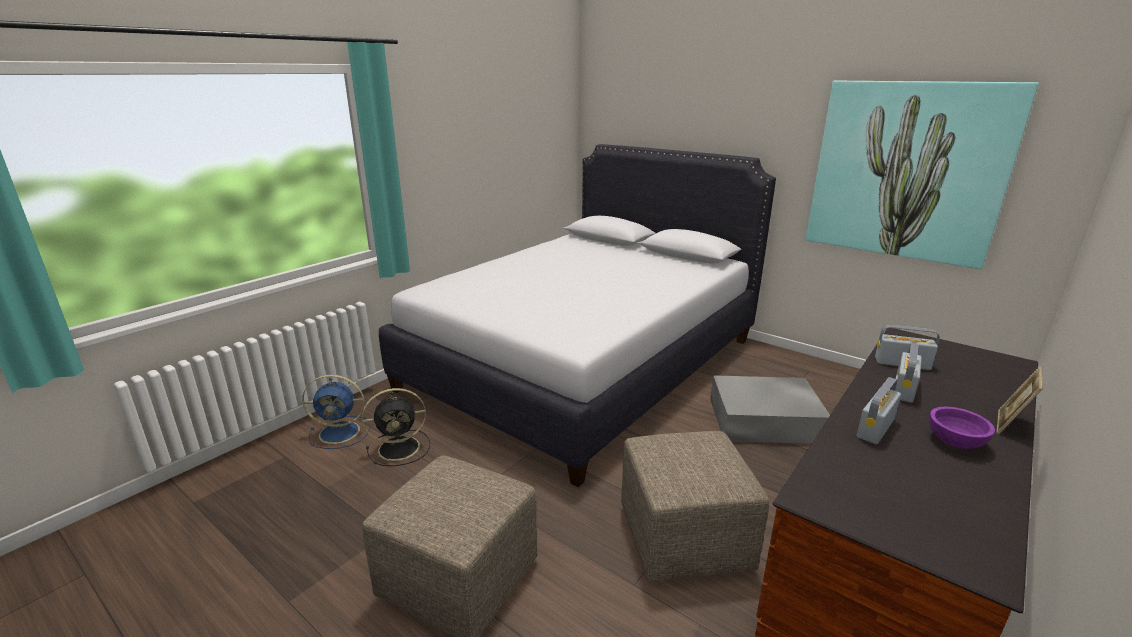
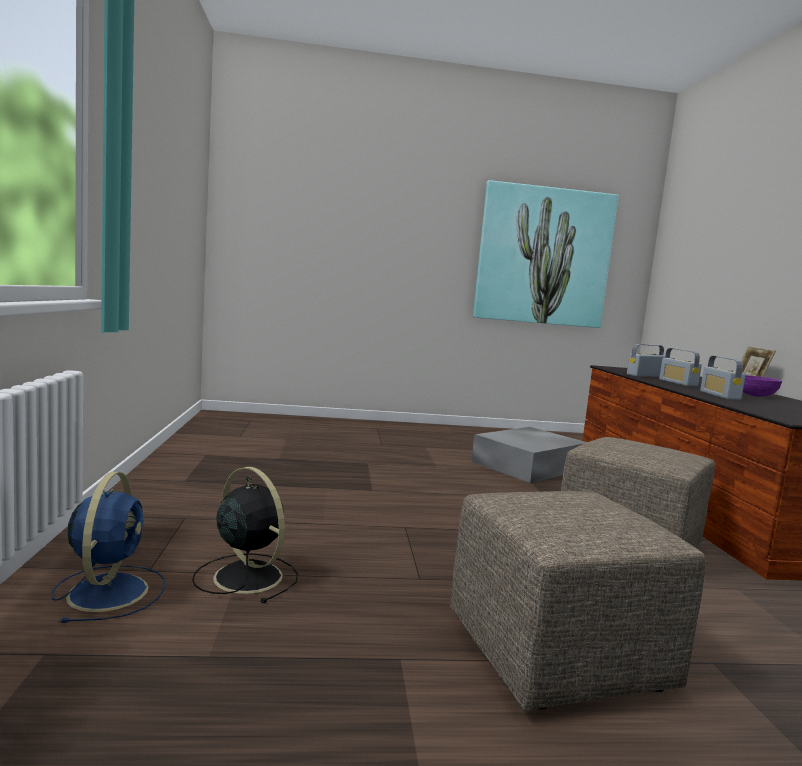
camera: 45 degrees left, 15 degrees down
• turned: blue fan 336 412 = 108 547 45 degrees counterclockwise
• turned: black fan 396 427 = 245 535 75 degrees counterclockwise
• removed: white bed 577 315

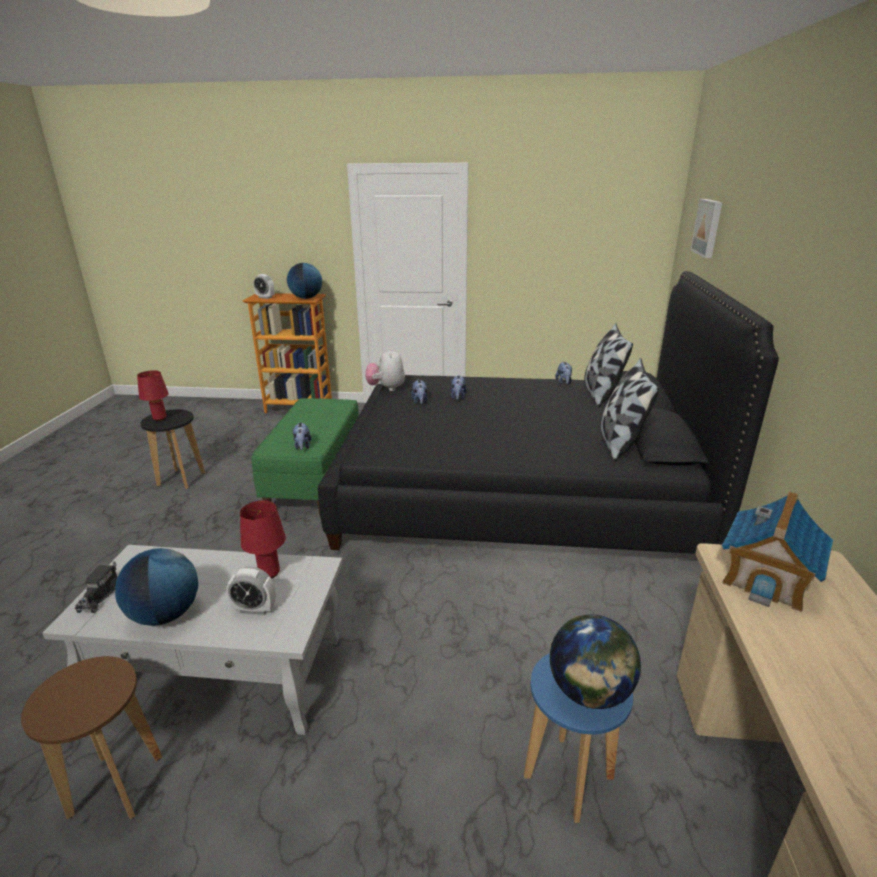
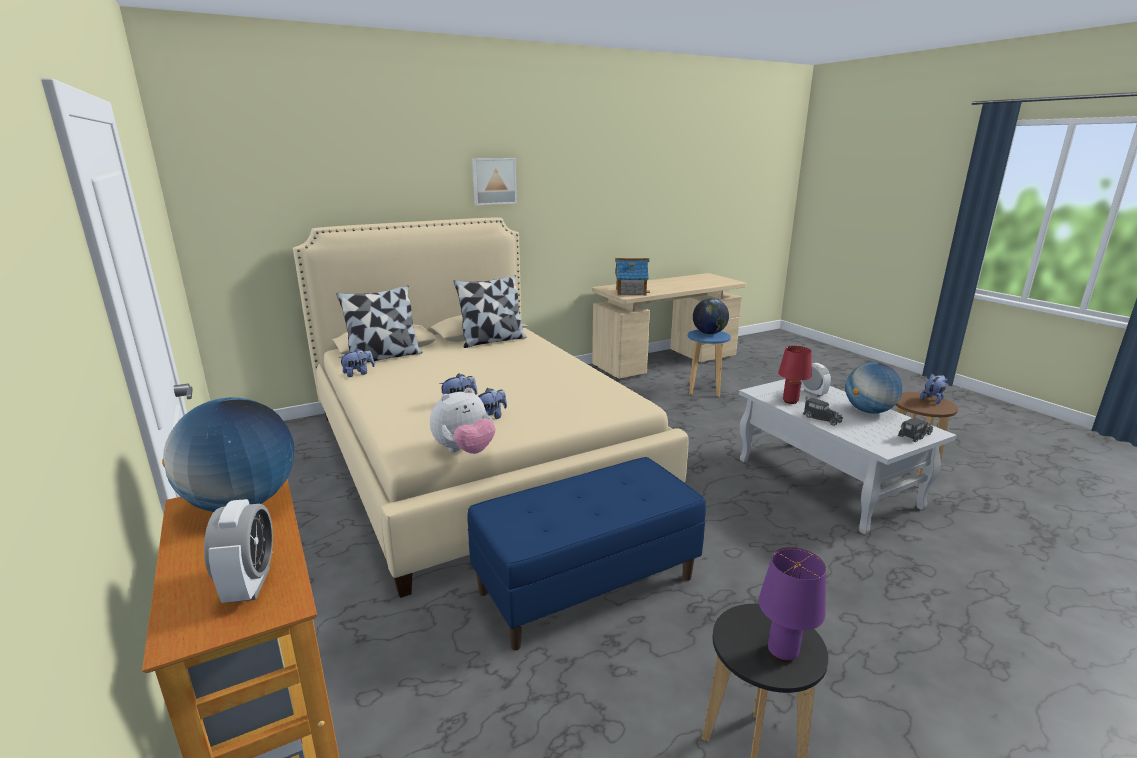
camera: 125 degrees left, 5 degrees down
• recoloured: red table lamp 153 395 to purple table lamp 792 604
• recoloured: green bench 305 458 to blue bench 586 553
• moved: plush toy 302 436 to 934 389
• recoloured: black bed 548 412 to beige bed 491 407
• moved: picture 706 228 to 494 181
• added: toy truck 823 411

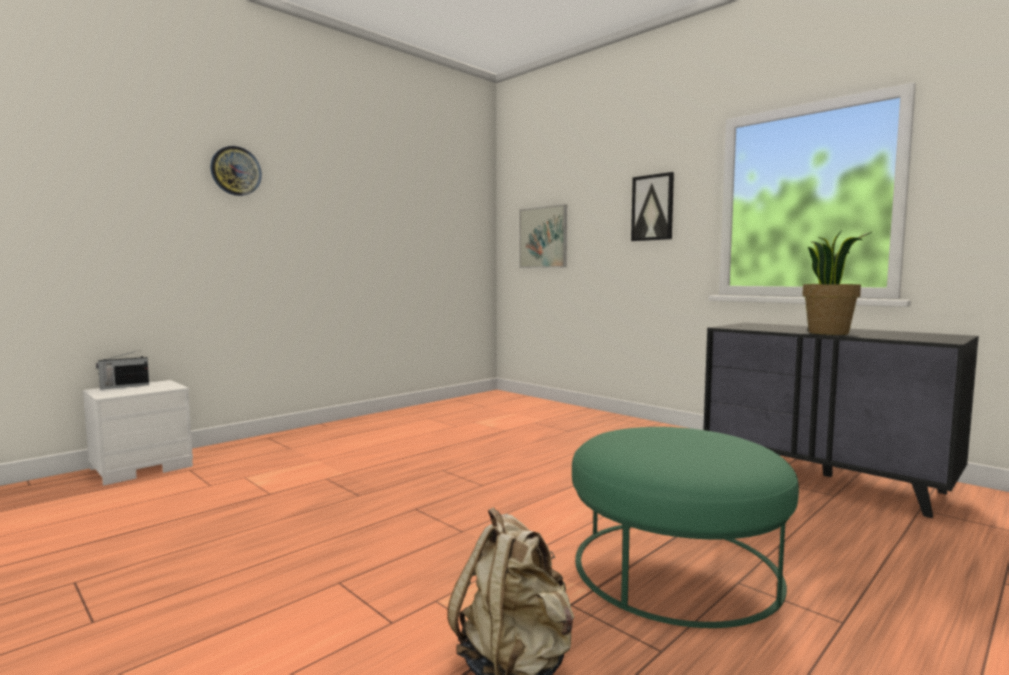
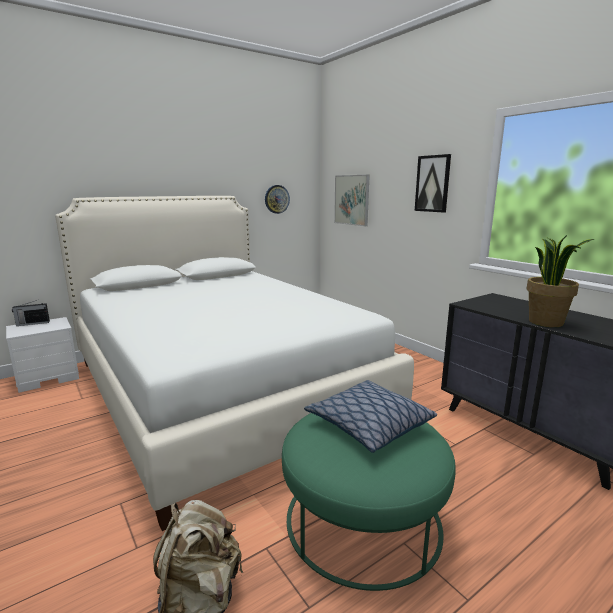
camera: 10 degrees right, 10 degrees up
• moved: wall clock 236 171 to 277 199
• added: white bed 234 363
• added: pillow 370 416

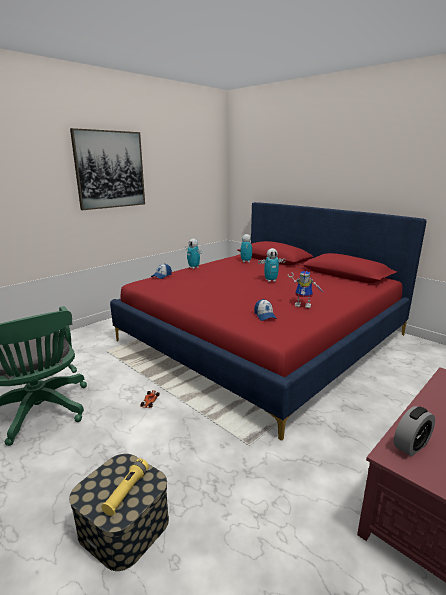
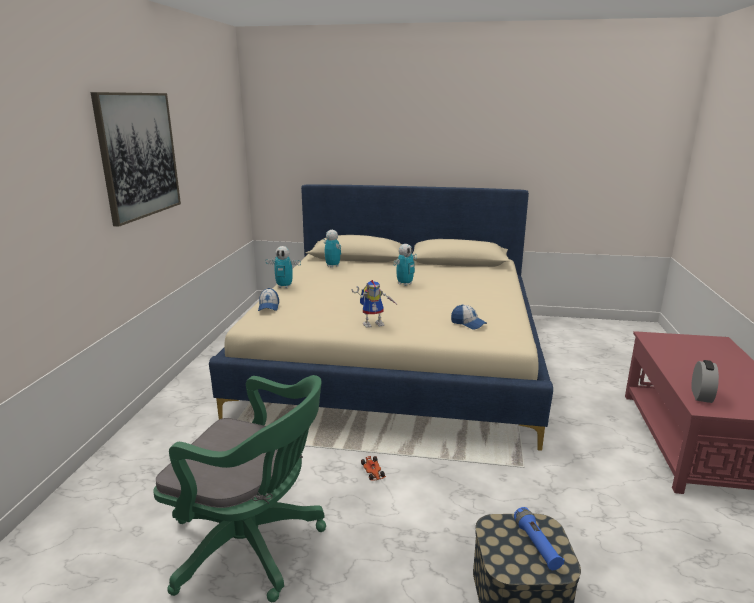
camera: 35 degrees left, 0 degrees up
• recoloured: yellow flashlight 125 487 to blue flashlight 539 538
• recoloured: red bed 268 321 to beige bed 381 317
• moved: toy robot 306 289 to 373 304

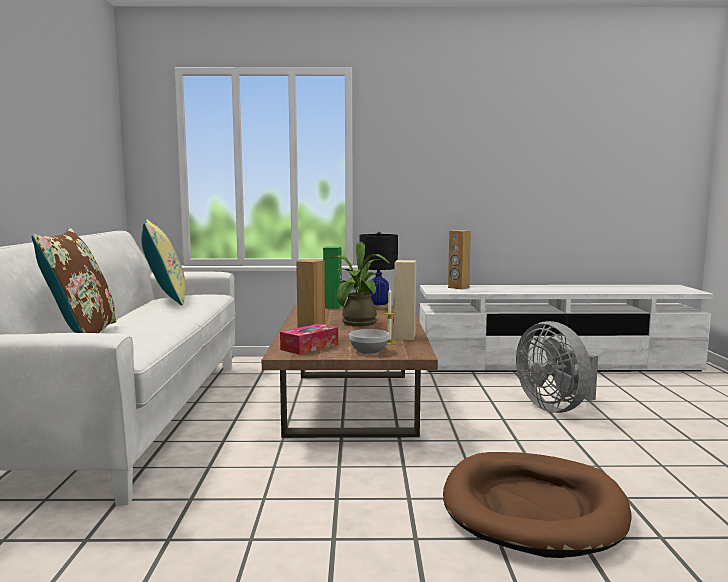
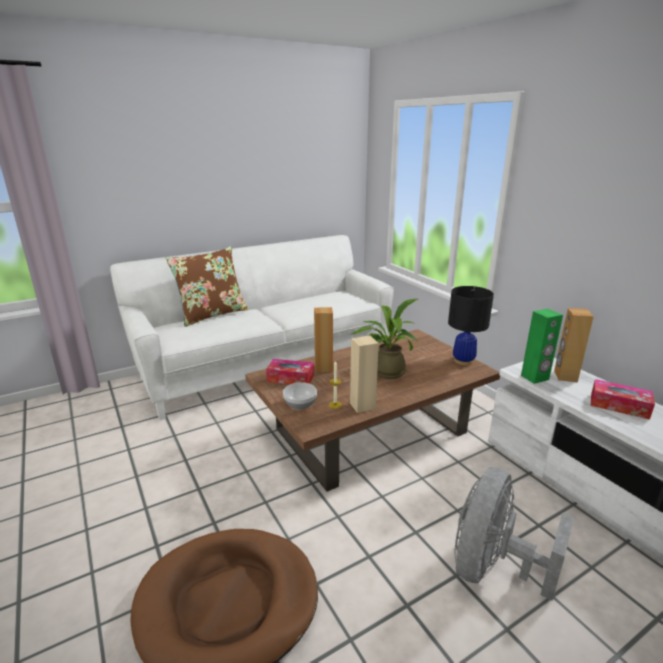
camera: 60 degrees right, 15 degrees up
• removed: yellow pillow 163 262
• moved: green speaker 332 278 to 542 346
• added: tissue box 623 399

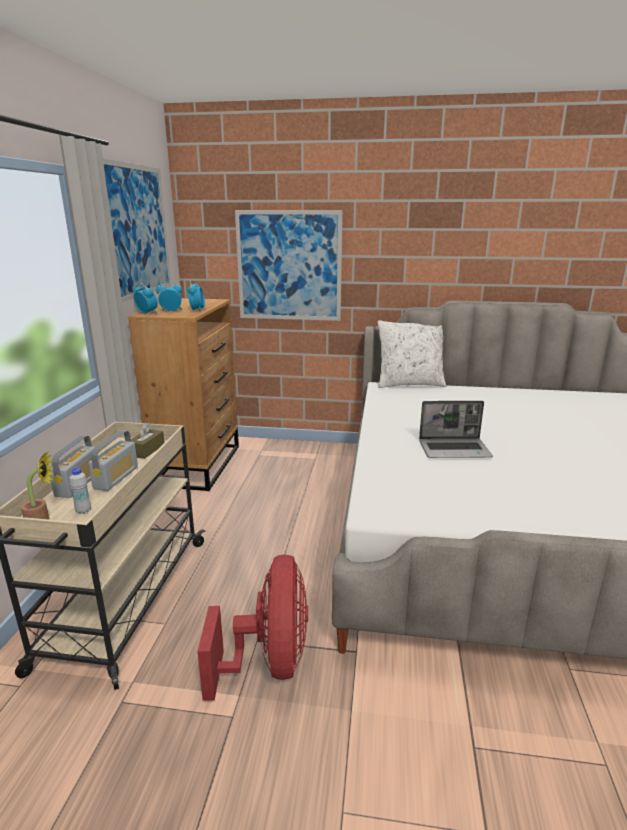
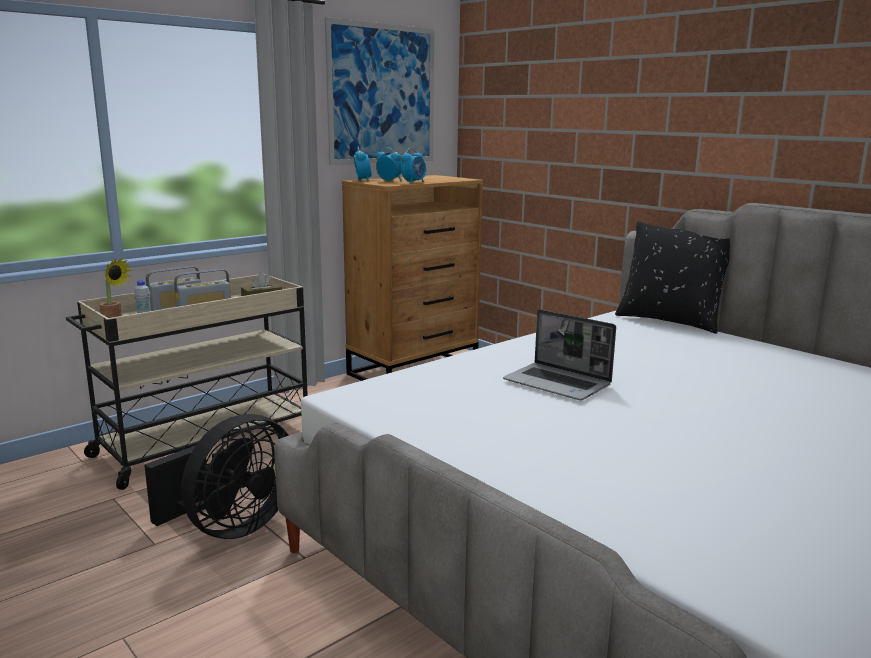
camera: 40 degrees right, 5 degrees down
• recoloured: red fan 252 628 to black fan 216 476
• removed: picture 289 265
• recoloured: white pillow 411 354 to black pillow 672 277

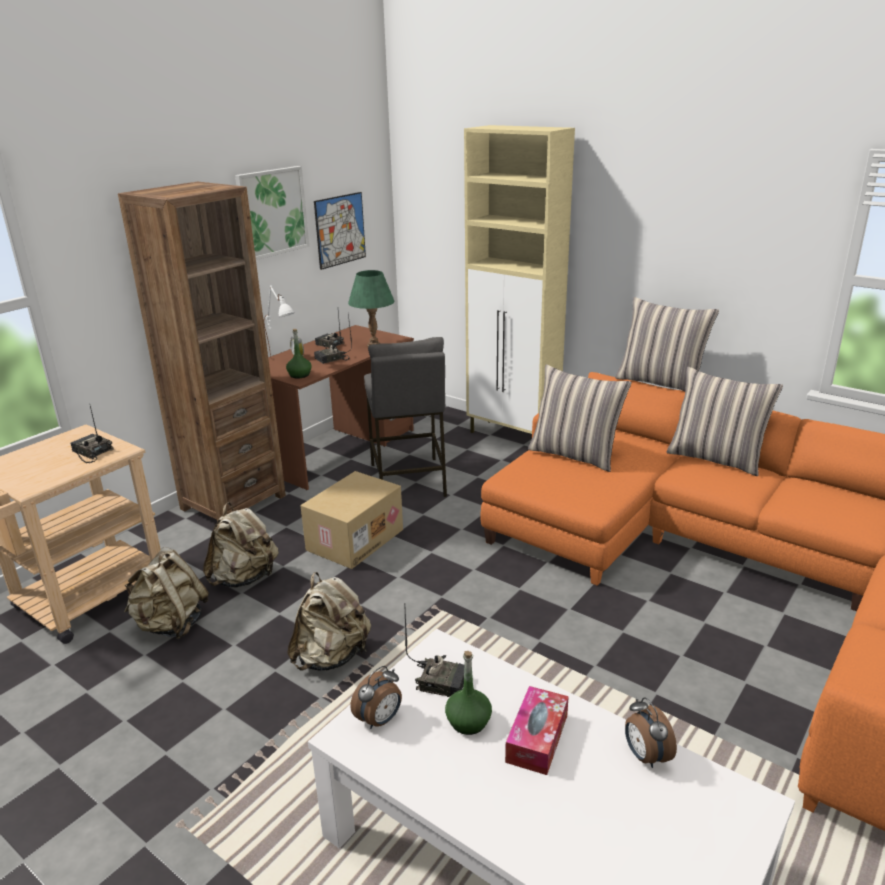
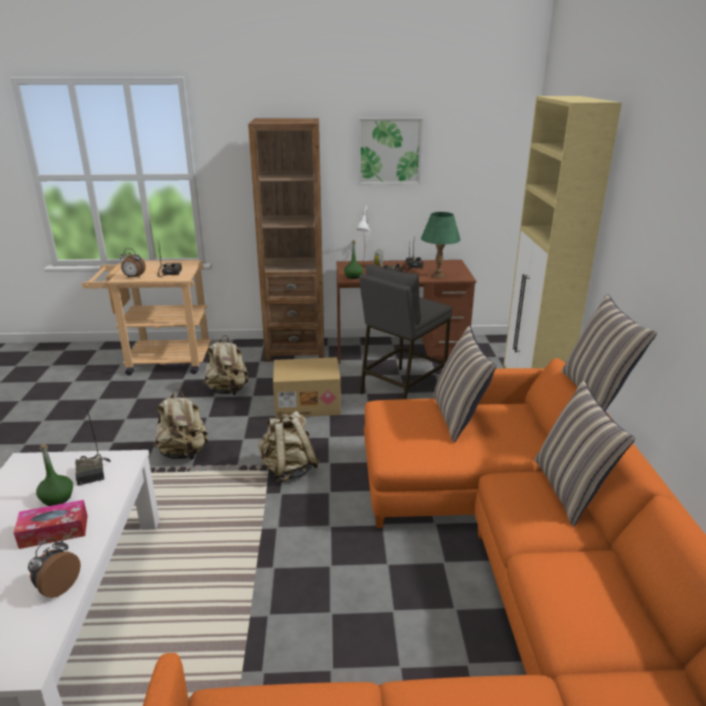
camera: 50 degrees right, 0 degrees up
• moved: beige backpack 166 593 to 288 446
• removed: picture 340 231
• moved: alarm clock 376 697 to 133 263

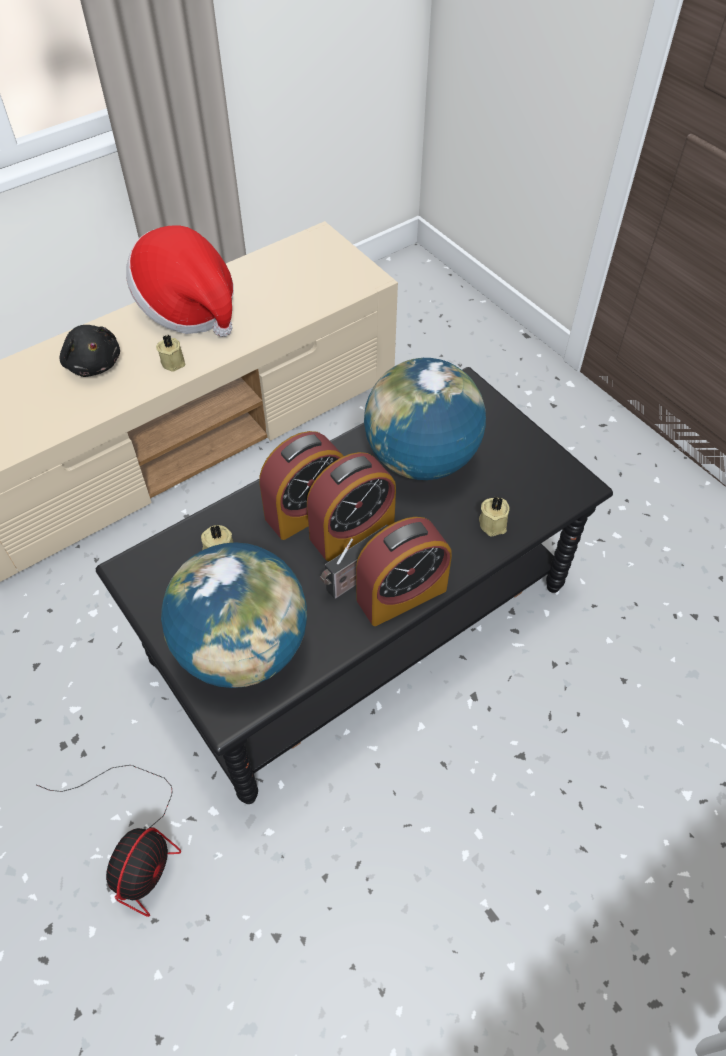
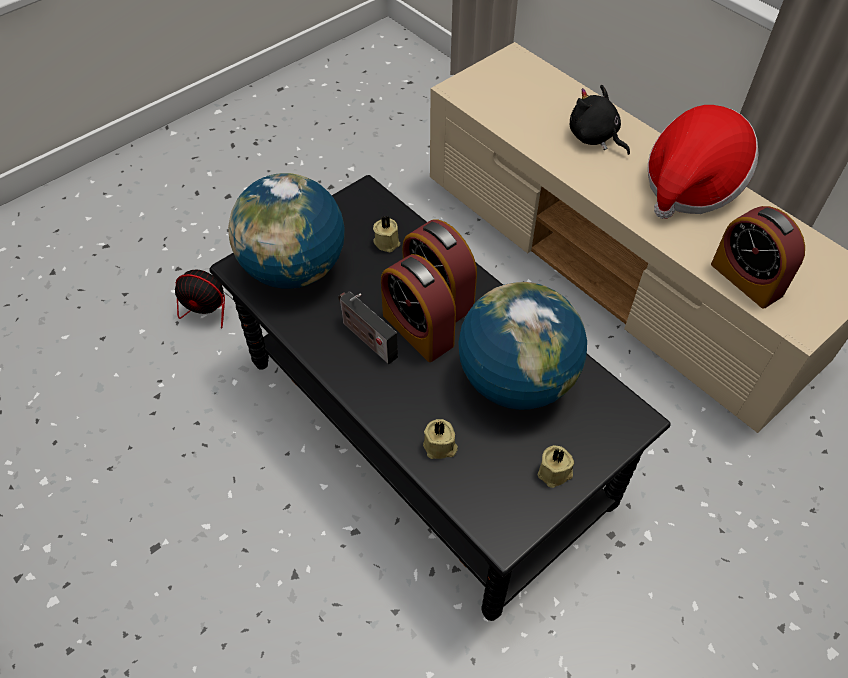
camera: 85 degrees right, 0 degrees up
• turned: black plush toy 90 351 = 600 120 90 degrees clockwise
• moved: beige candle 170 353 to 556 466
• moved: alarm clock 404 571 to 758 257

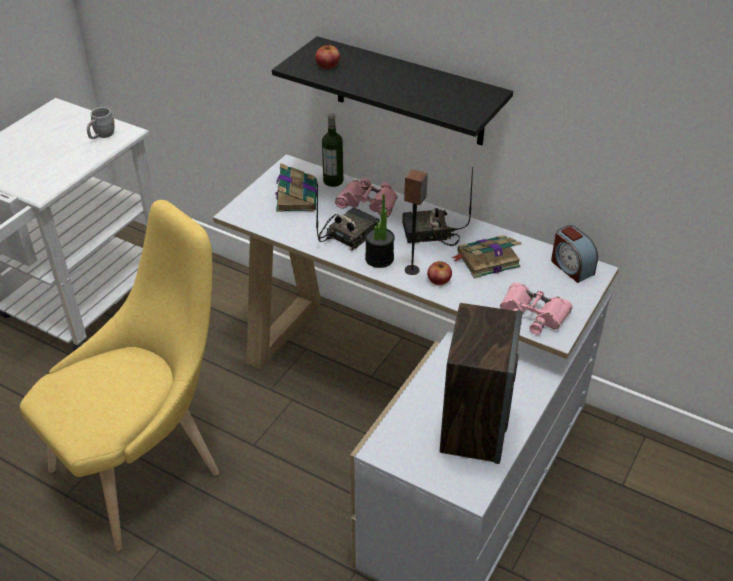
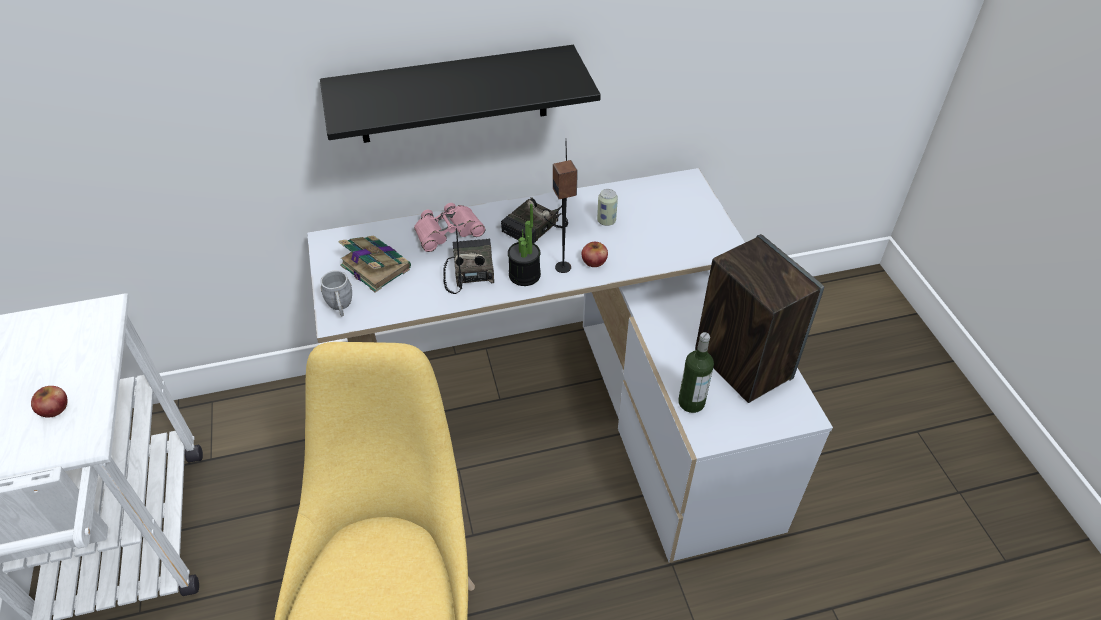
camera: 45 degrees left, 5 degrees up
• moved: grey mug 100 123 to 336 293
• moved: apple 327 56 to 49 402
• moved: bottle 332 150 to 696 372
• replaced: book 486 256 to can 607 207
• removed: pink binoculars 536 309
• removed: alarm clock 574 254

